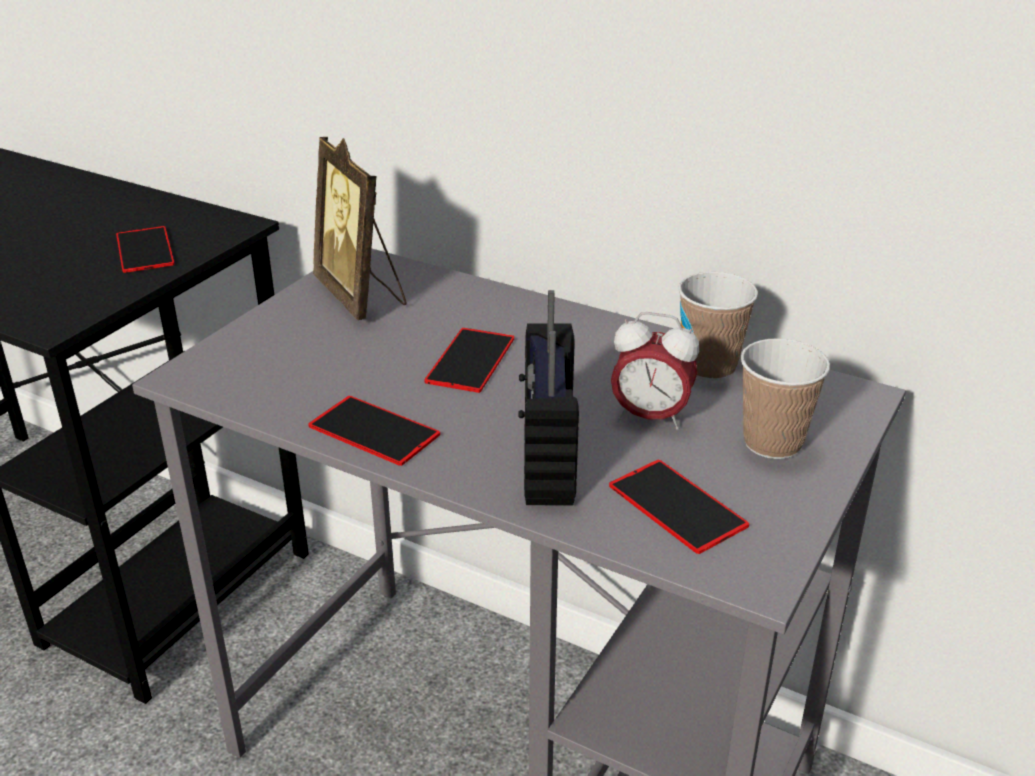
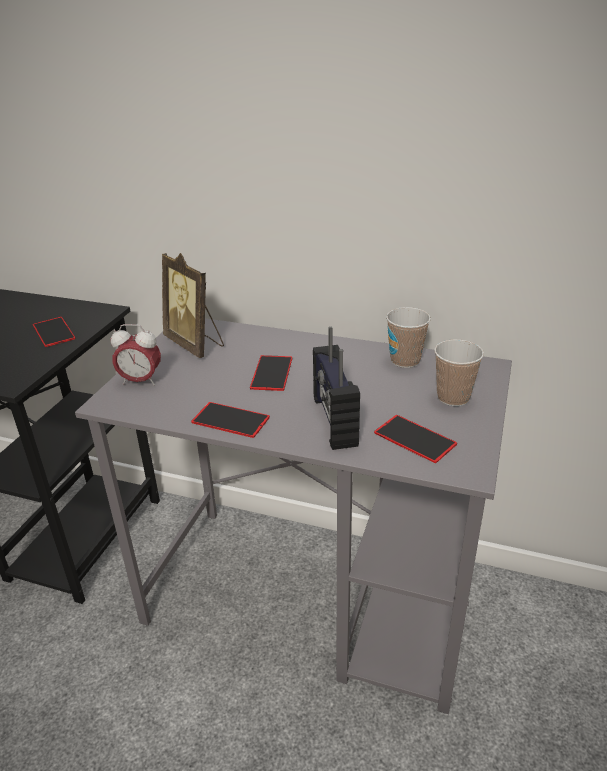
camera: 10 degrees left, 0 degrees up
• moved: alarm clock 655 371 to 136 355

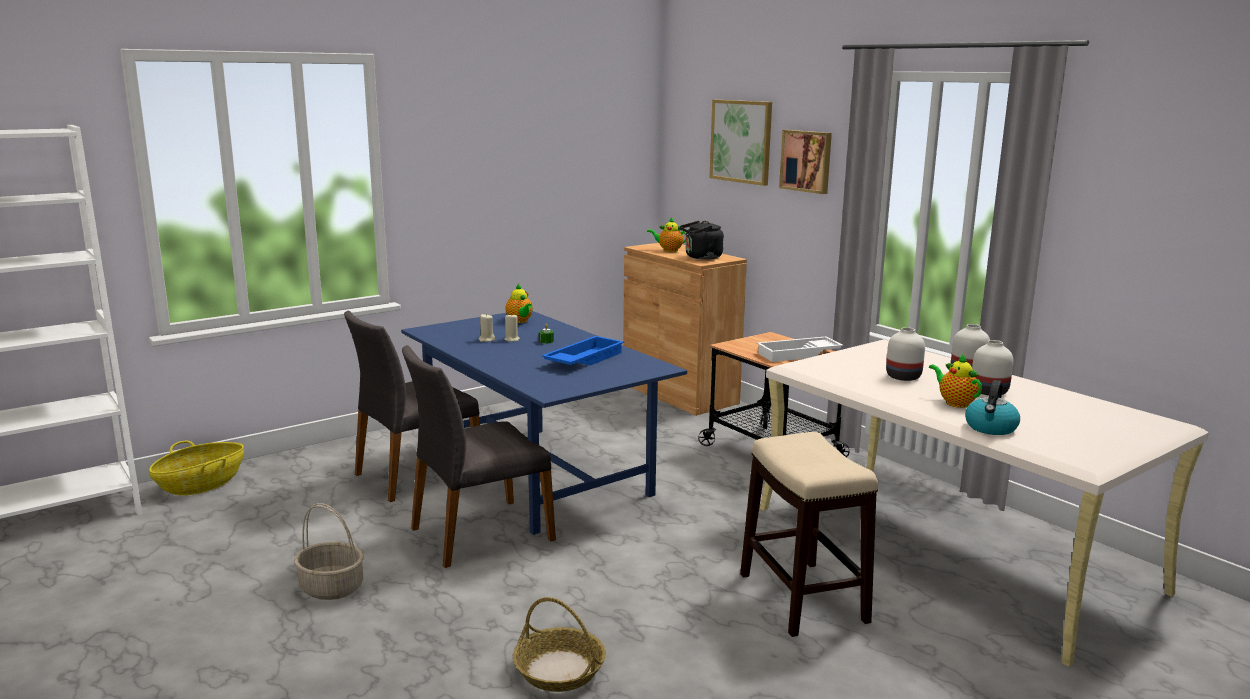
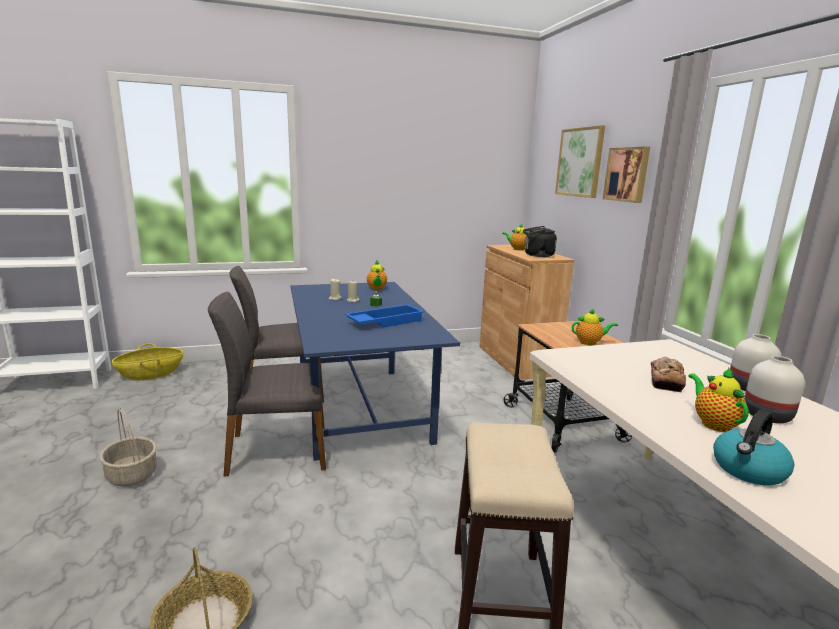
camera: 20 degrees right, 0 degrees up
• replaced: white tray 800 349 to teapot 595 326
• replaced: white vase 905 354 to bread 668 374

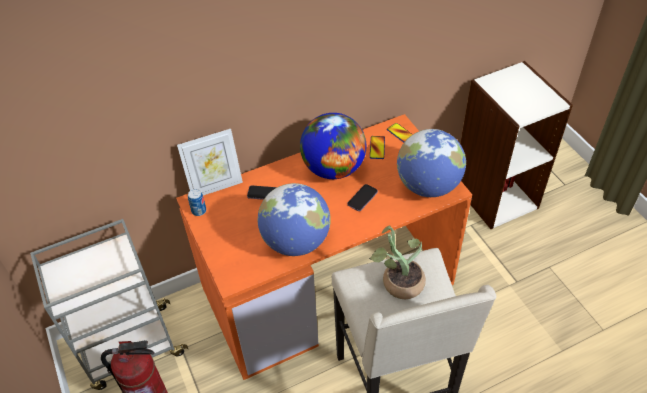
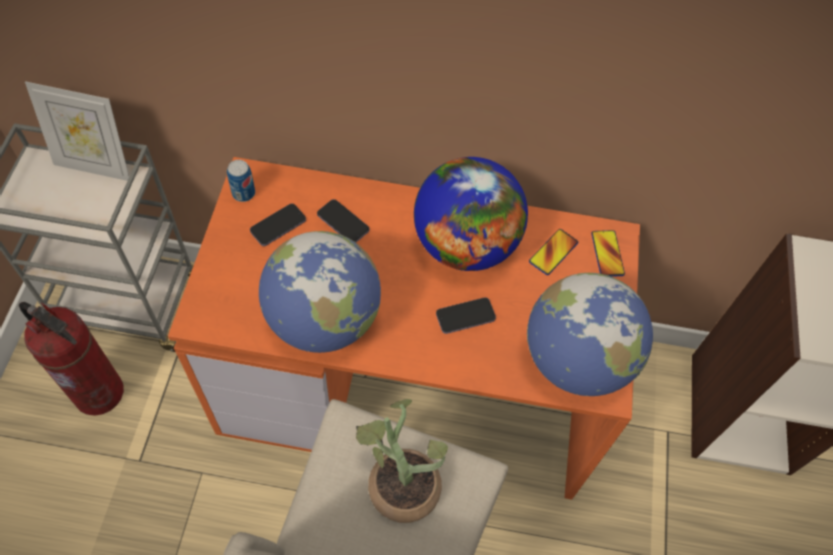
camera: 30 degrees right, 10 degrees up
• moved: picture frame 210 162 to 77 131
• added: phone 278 225

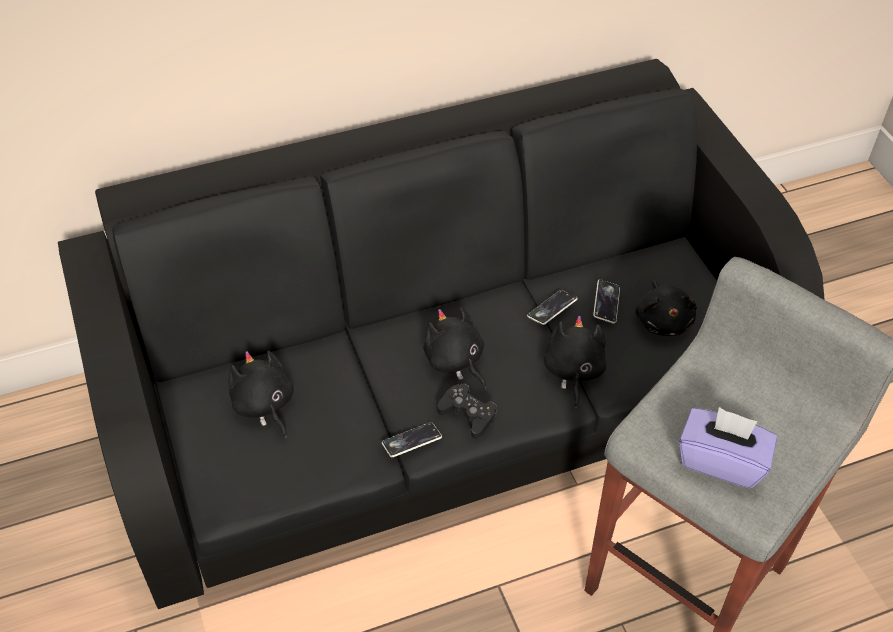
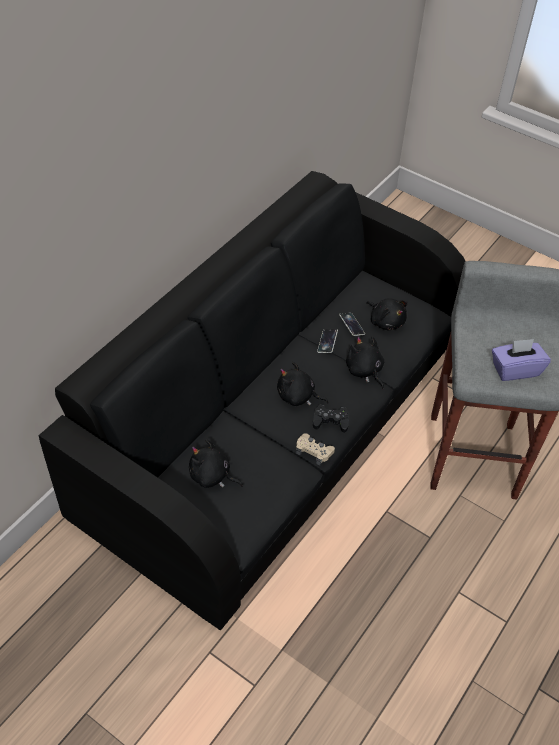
camera: 35 degrees left, 0 degrees up
• replaced: phone 412 439 to beige game controller 315 449

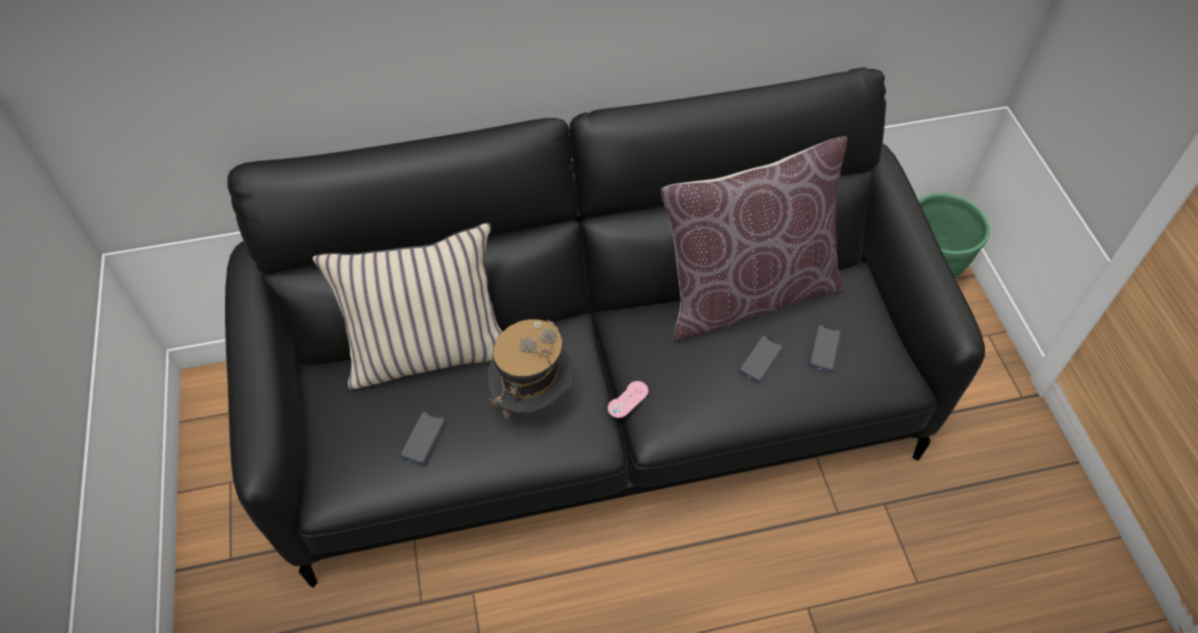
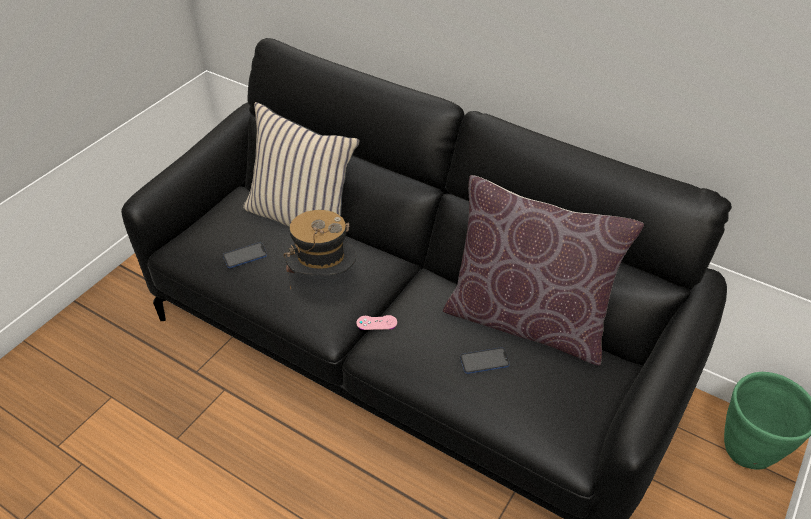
camera: 45 degrees right, 10 degrees down
• removed: phone 825 348

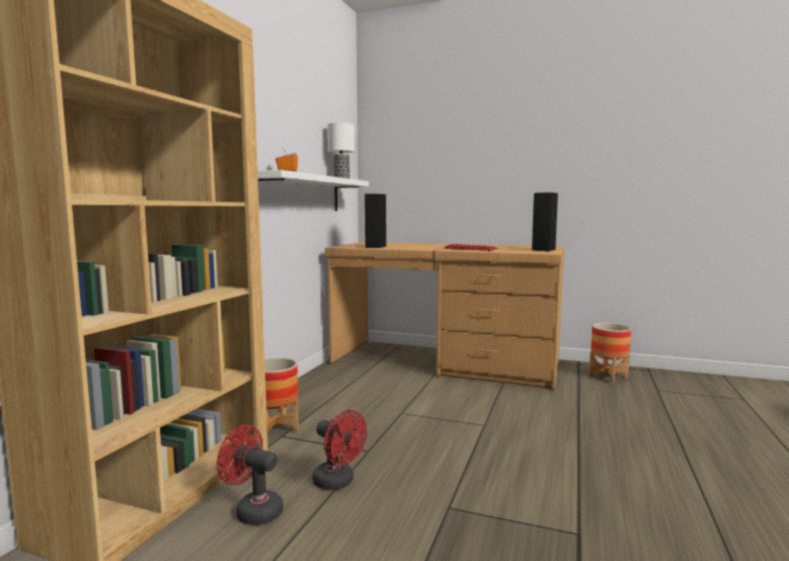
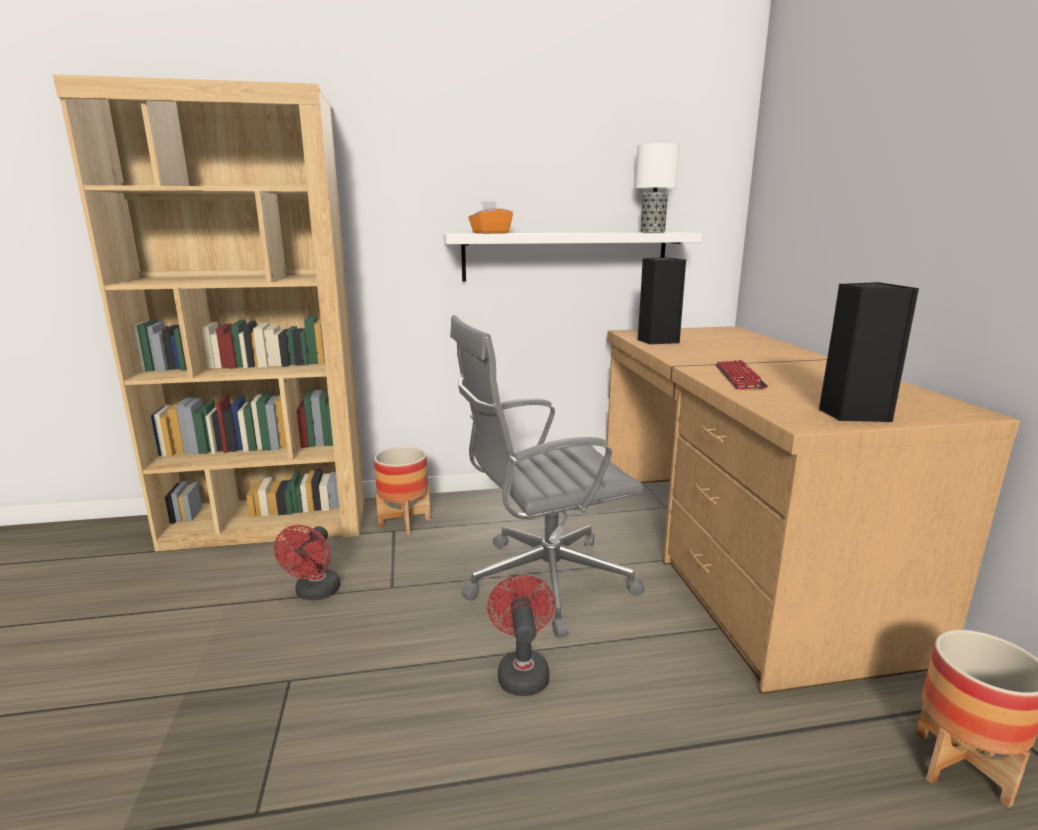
camera: 60 degrees right, 10 degrees up
• moved: red fan 250 474 to 521 635
• added: grey office chair 547 476

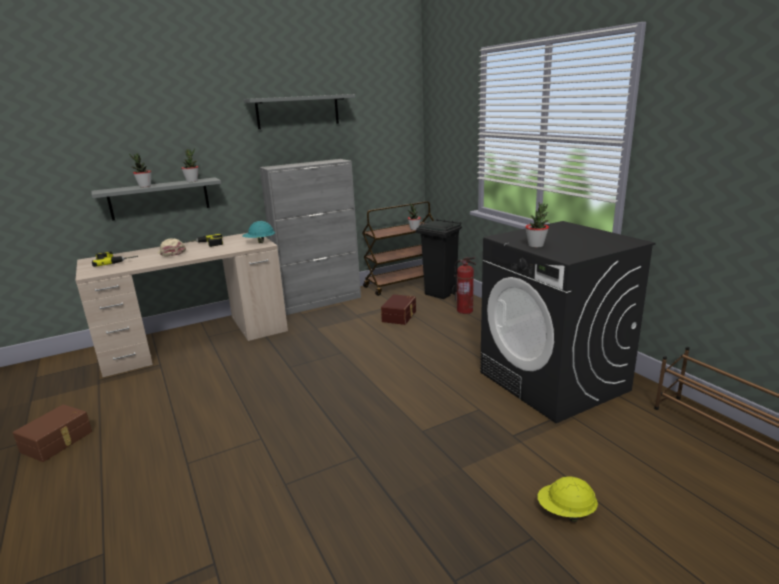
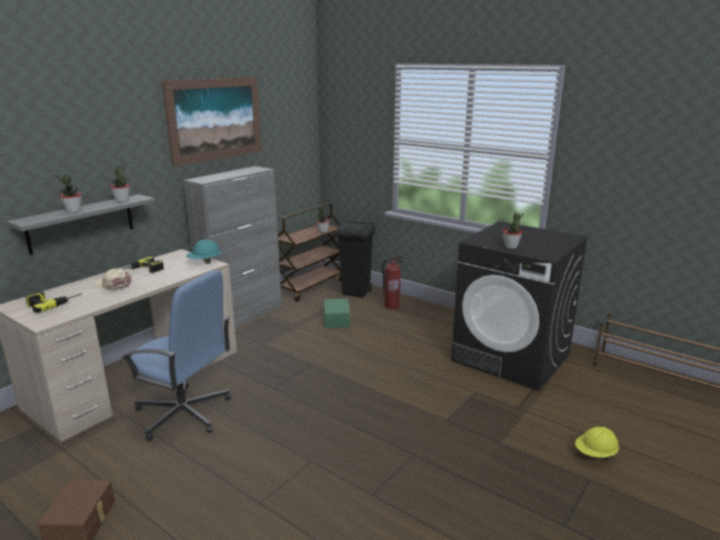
camera: 25 degrees left, 0 degrees up
• replaced: grey shelf 299 111 to picture 212 122
• recoloured: brown storage box 398 309 to green storage box 337 313
• added: blue office chair 176 355

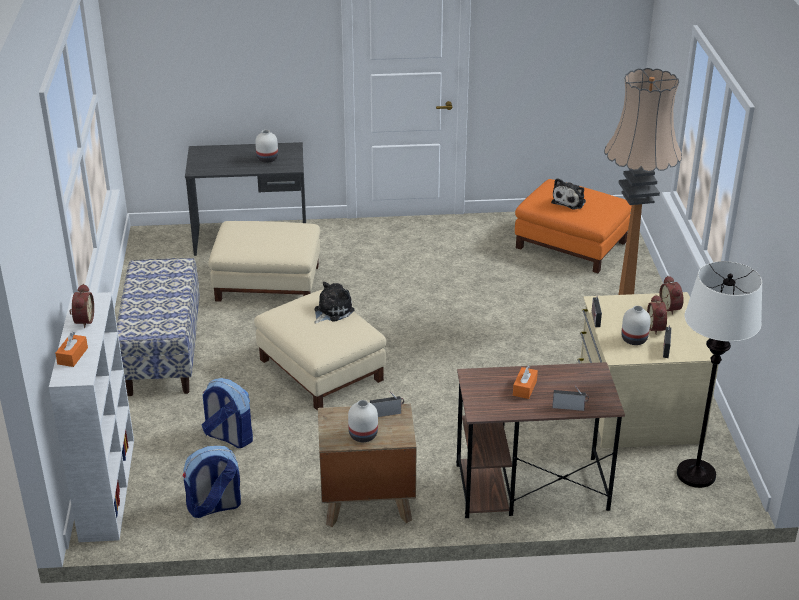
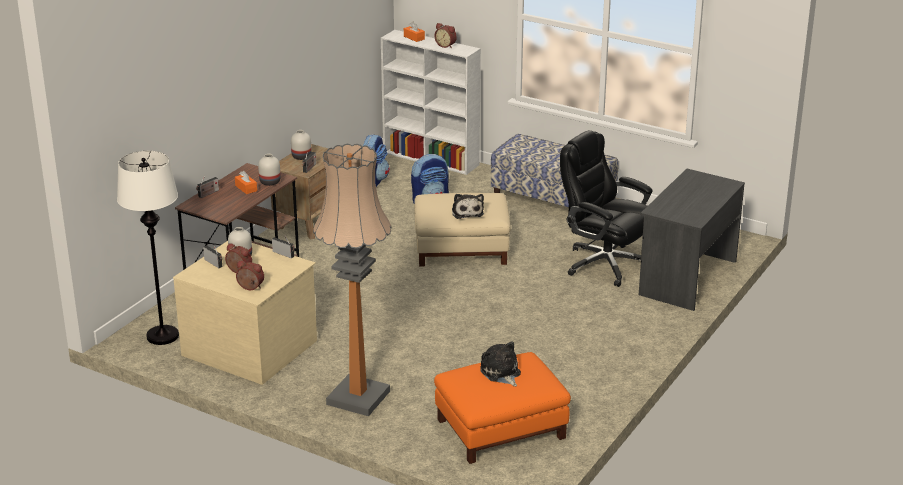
camera: 125 degrees right, 5 degrees down
• replaced: beige ottoman 264 261 to black office chair 606 208
• moved: white vase 266 146 to 269 170

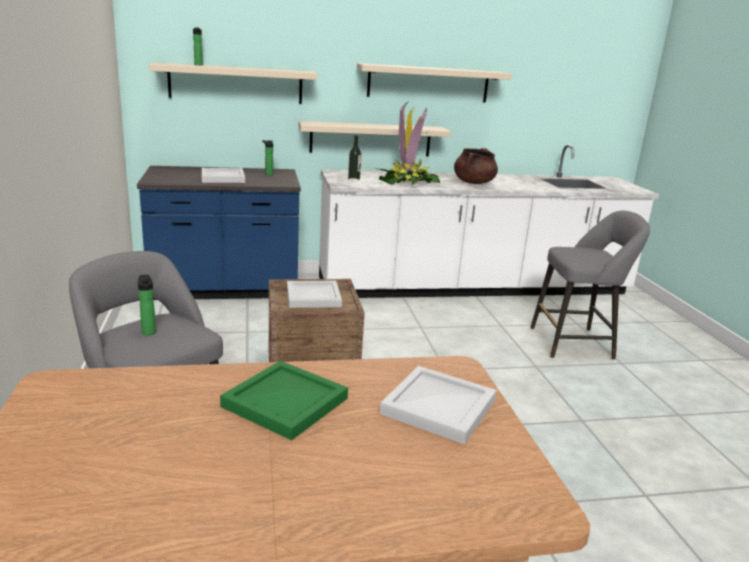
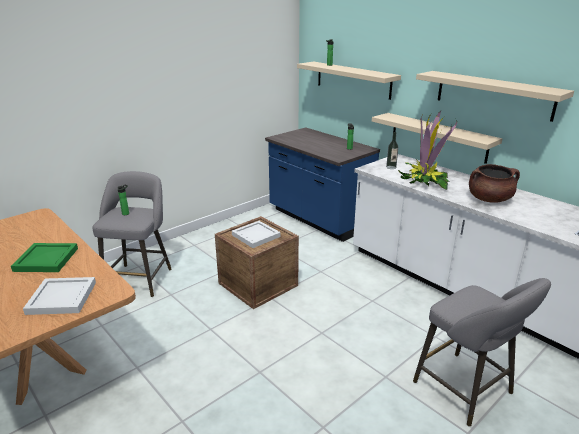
camera: 60 degrees right, 5 degrees up
• removed: white tray 223 175

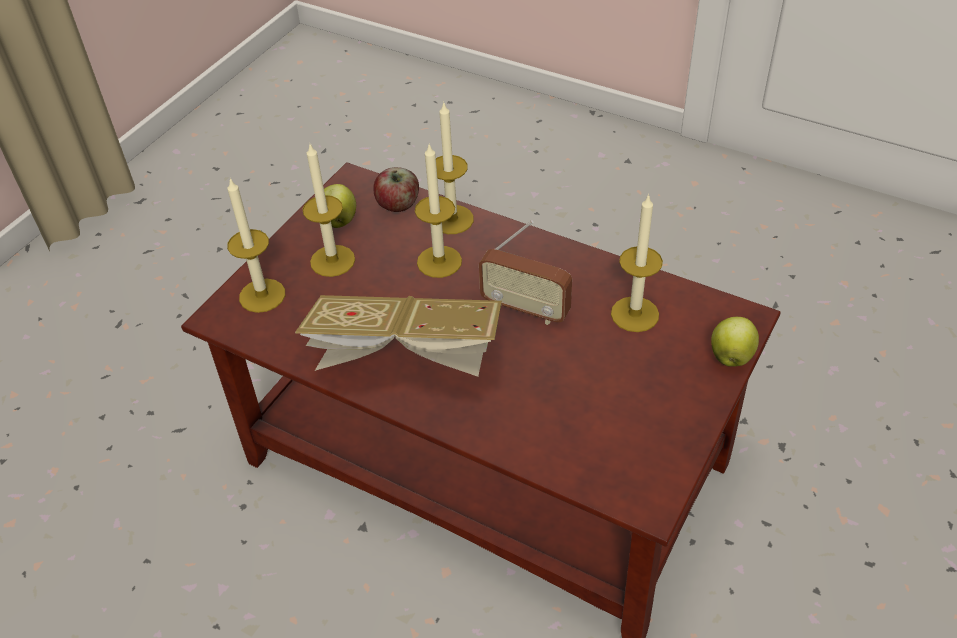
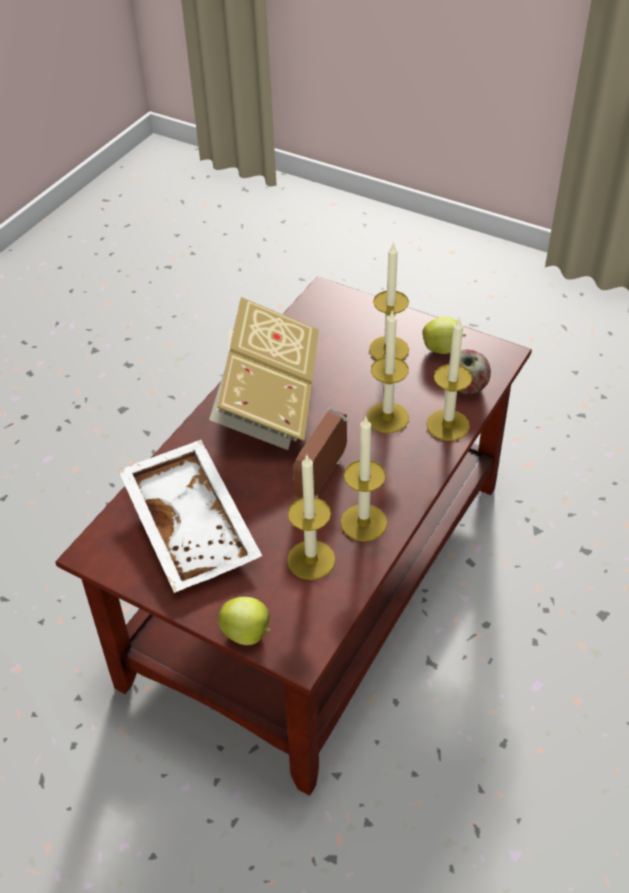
camera: 90 degrees right, 0 degrees up
• moved: candle 256 245 to 363 479
• added: white tray 190 516

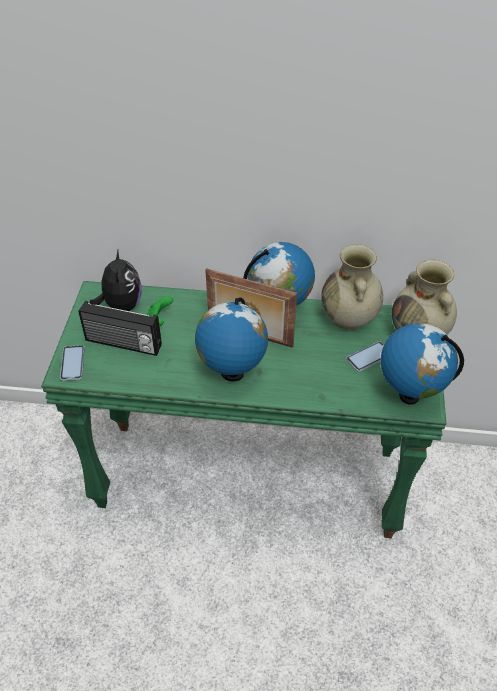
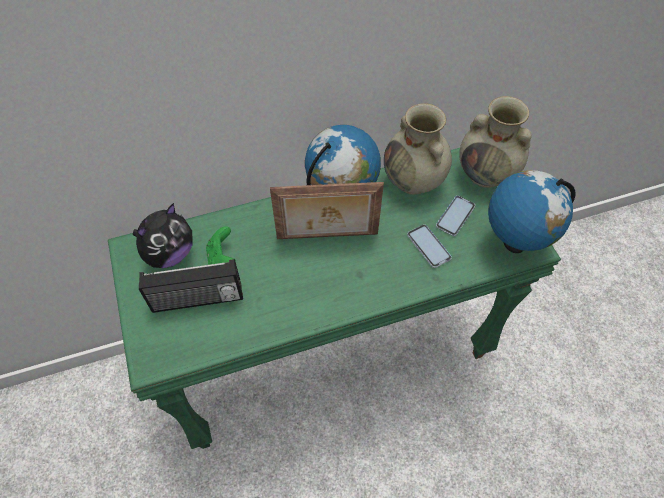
camera: 25 degrees left, 10 degrees up
• moved: phone 72 363 to 429 246
• turned: plush toy 115 279 = 162 235 75 degrees clockwise
• removed: globe 231 339

